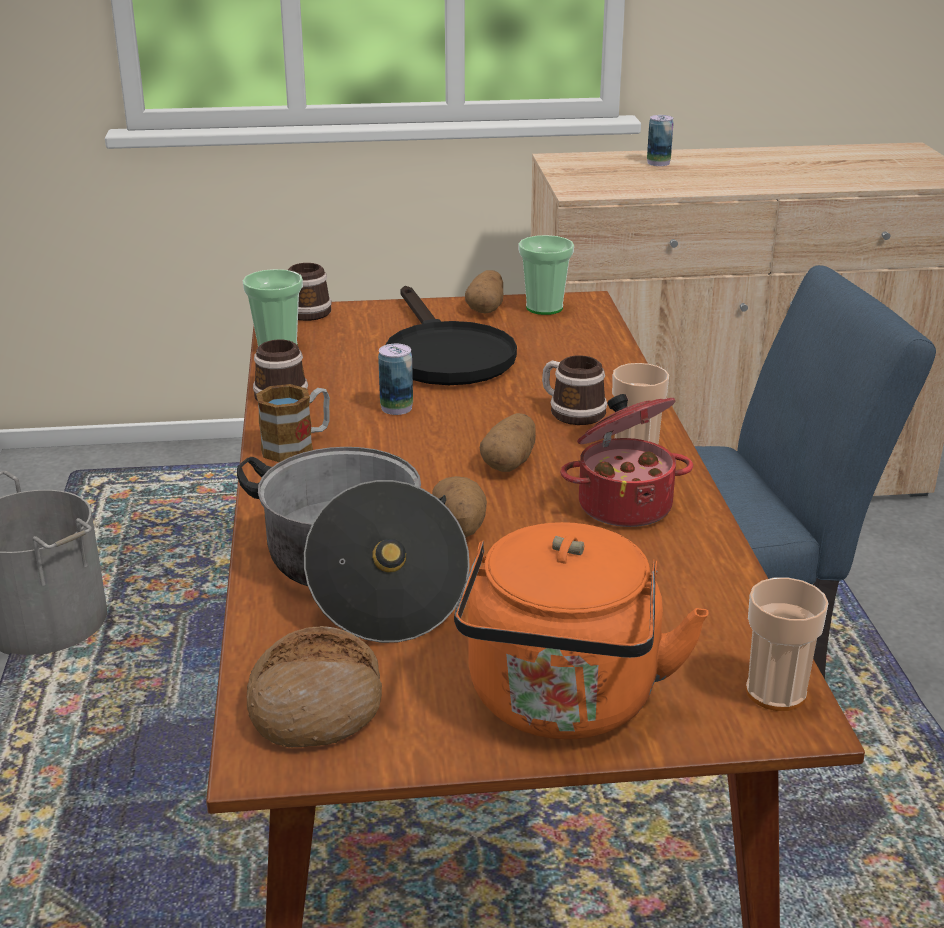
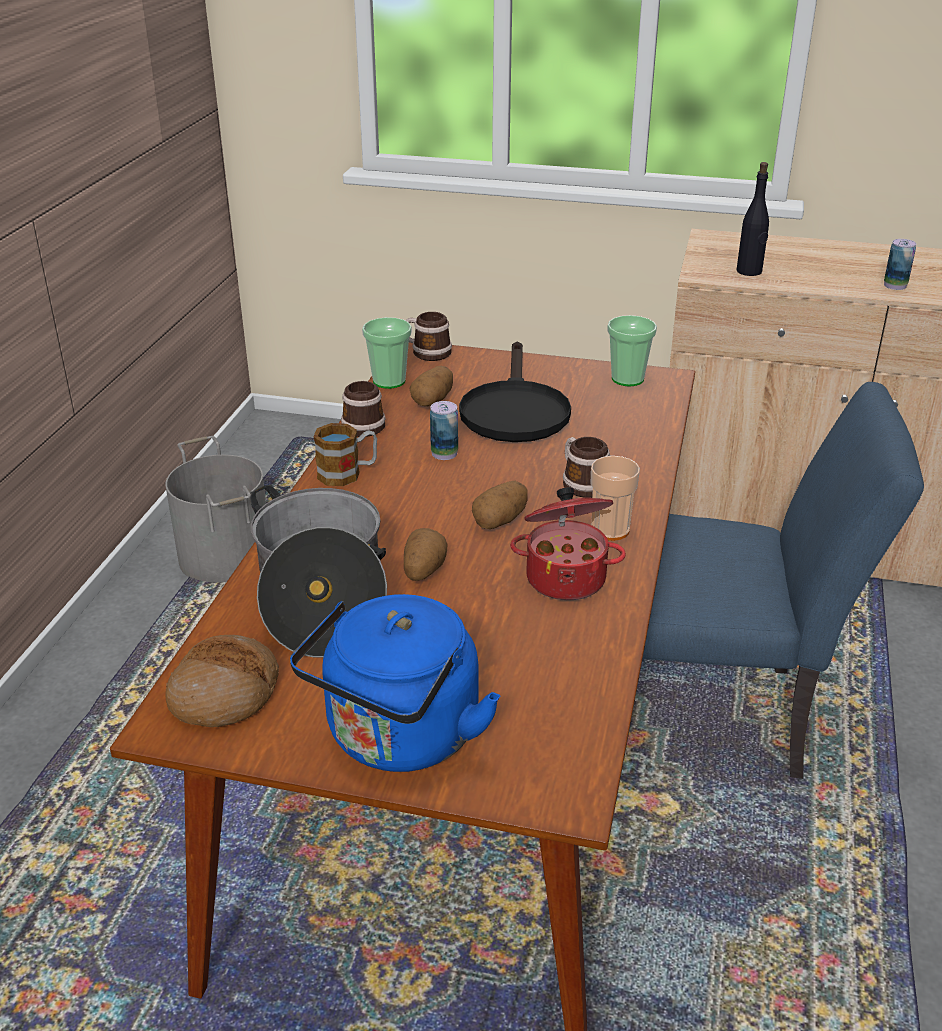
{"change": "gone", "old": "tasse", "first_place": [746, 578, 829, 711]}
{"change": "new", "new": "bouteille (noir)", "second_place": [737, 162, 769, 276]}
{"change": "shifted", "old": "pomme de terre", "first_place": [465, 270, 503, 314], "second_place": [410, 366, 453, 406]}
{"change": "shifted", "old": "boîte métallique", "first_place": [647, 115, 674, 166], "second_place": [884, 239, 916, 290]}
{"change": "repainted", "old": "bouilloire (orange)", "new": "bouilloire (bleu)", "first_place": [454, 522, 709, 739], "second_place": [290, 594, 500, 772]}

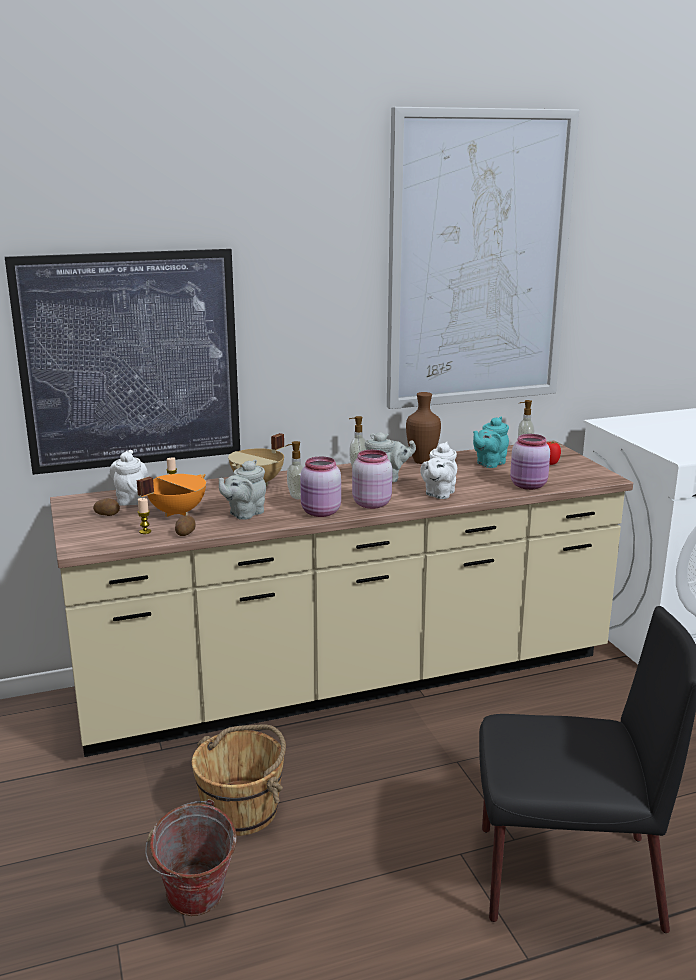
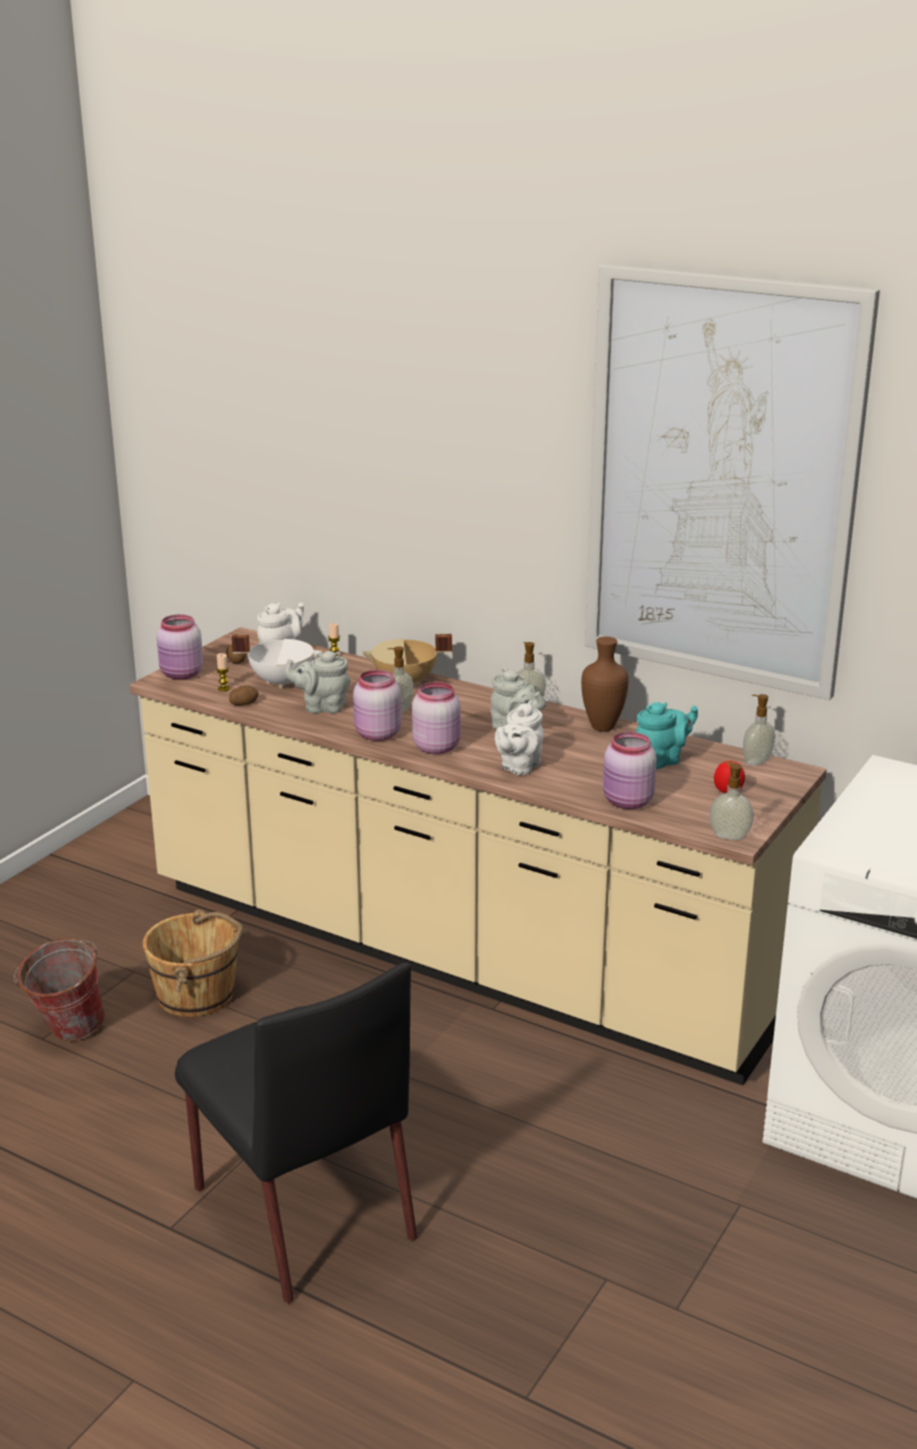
{"change": "gone", "old": "tableau", "first_place": [5, 249, 240, 475]}
{"change": "new", "new": "bocal (rose)", "second_place": [157, 614, 203, 680]}
{"change": "new", "new": "distributeur de savon", "second_place": [709, 764, 754, 840]}
{"change": "repainted", "old": "marmite (orange)", "new": "marmite (blanc)", "first_place": [137, 474, 206, 517], "second_place": [232, 635, 323, 689]}
{"change": "rotated", "old": "théière (blanc)", "first_place": [420, 442, 457, 499], "second_place": [495, 701, 544, 775], "degrees": -45}
{"change": "rotated", "old": "théière (turquoise)", "first_place": [473, 417, 509, 468], "second_place": [636, 702, 698, 769], "degrees": 150}

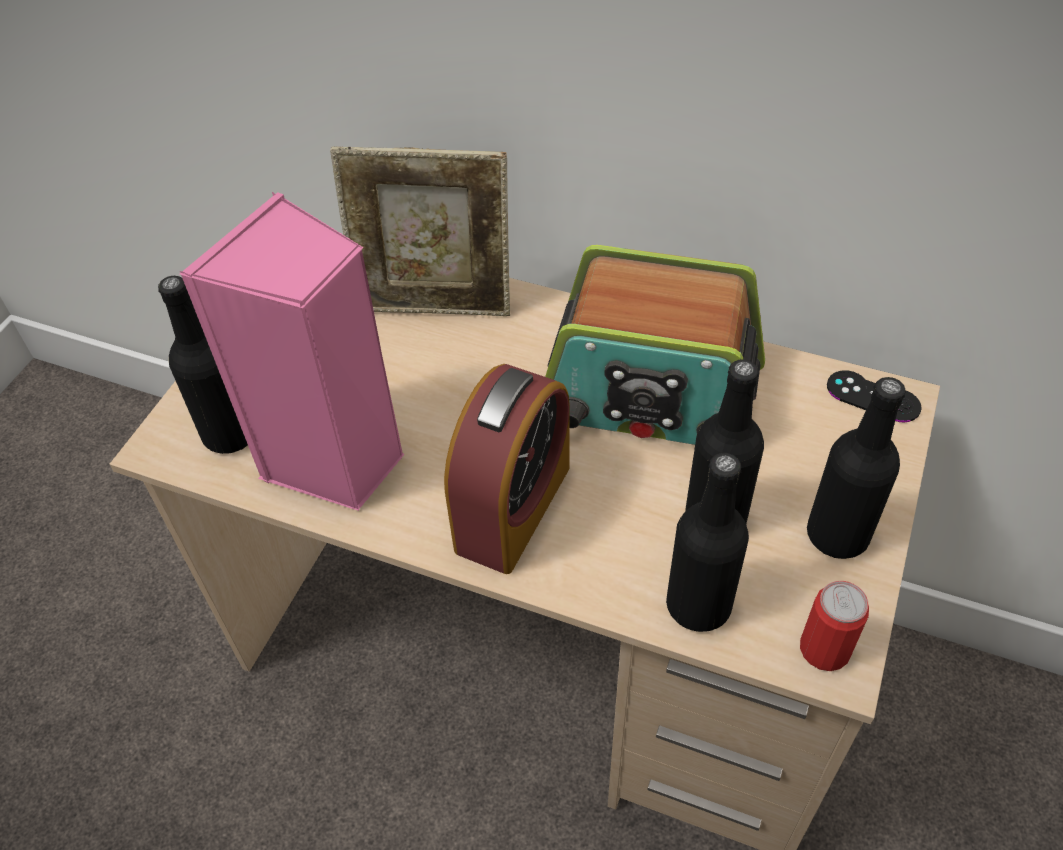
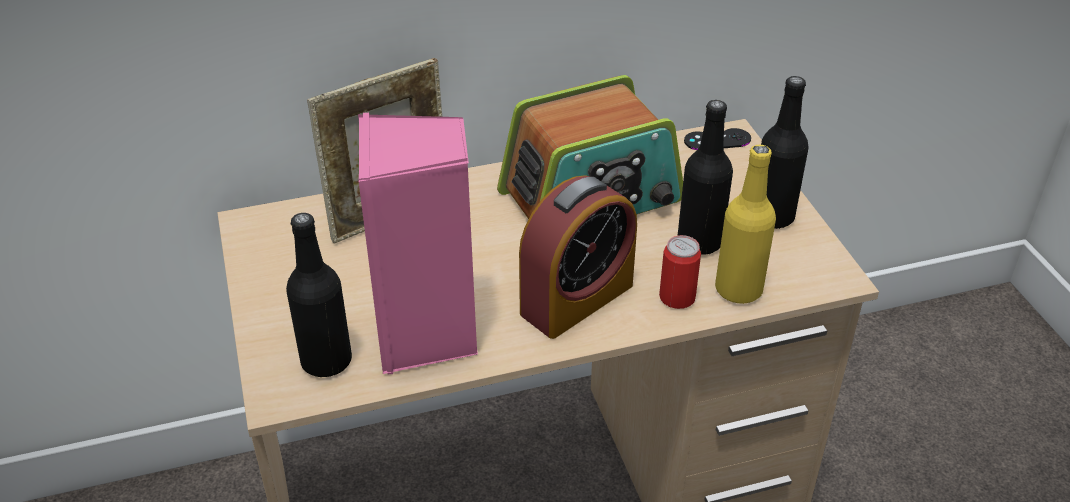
{"change": "shifted", "old": "boîte métallique", "first_place": [800, 581, 869, 671], "second_place": [659, 235, 701, 309]}
{"change": "repainted", "old": "bouteille (noir)", "new": "bouteille (jaune)", "first_place": [666, 453, 749, 632], "second_place": [715, 145, 776, 304]}
{"change": "rotated", "old": "réveil", "first_place": [444, 364, 570, 574], "second_place": [519, 175, 637, 339], "degrees": 60}

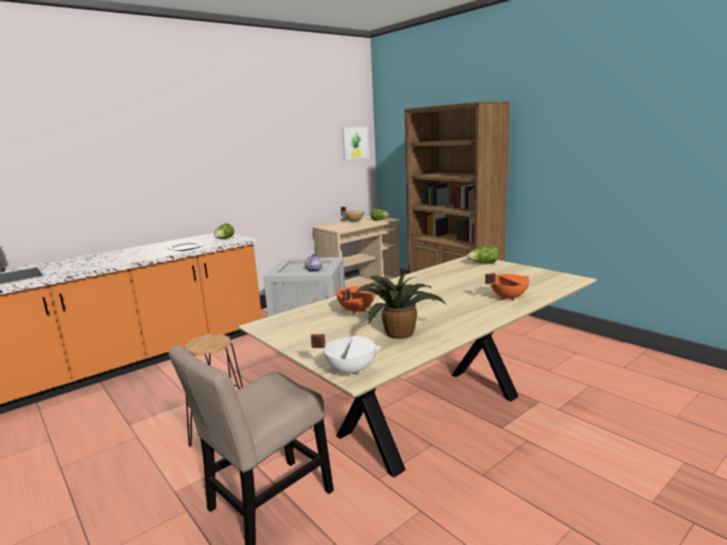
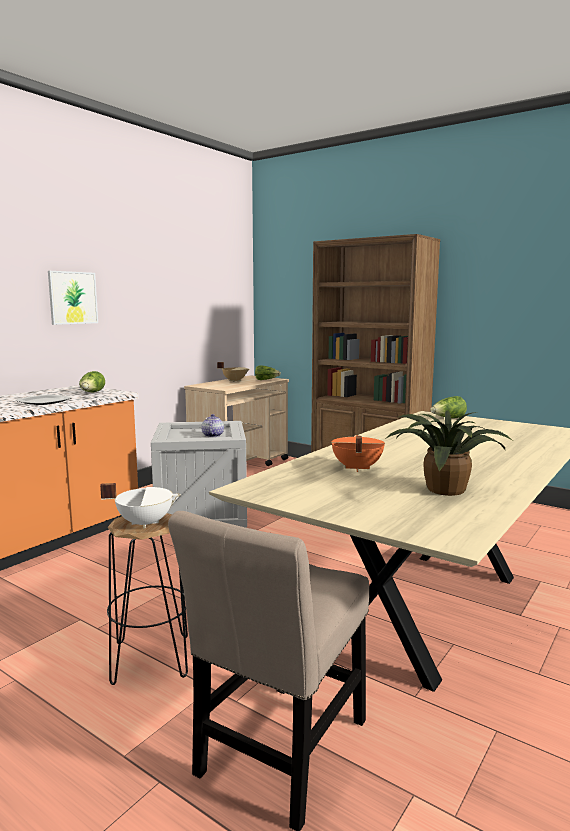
{"change": "gone", "old": "marmite (orange)", "first_place": [485, 273, 530, 301]}
{"change": "shifted", "old": "marmite (blanc)", "first_place": [311, 334, 383, 377], "second_place": [100, 483, 181, 529]}
{"change": "shifted", "old": "tableau", "first_place": [342, 126, 369, 160], "second_place": [48, 271, 98, 325]}

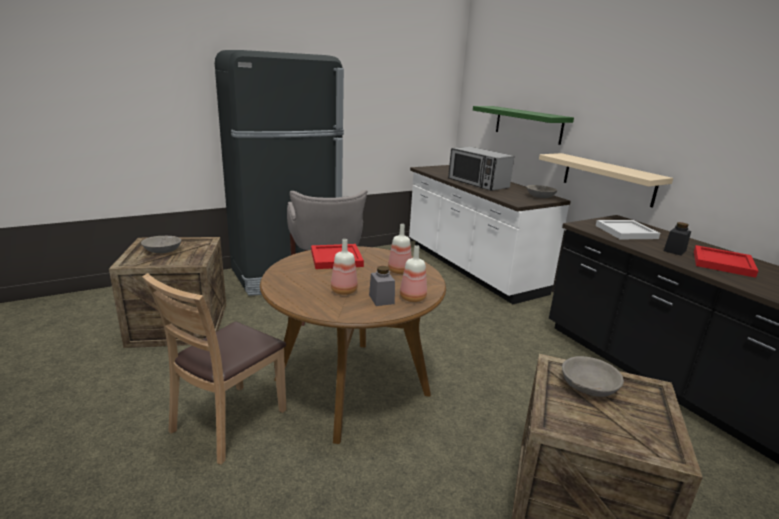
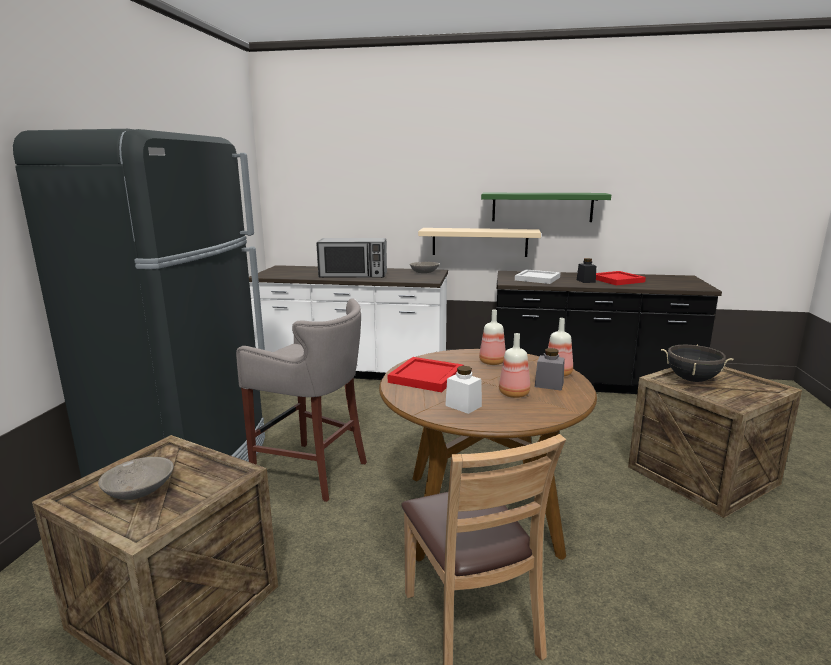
{"change": "new", "new": "bocal (blanc)", "second_place": [445, 366, 482, 414]}
{"change": "shifted", "old": "étagère (vert)", "first_place": [473, 106, 574, 145], "second_place": [481, 193, 611, 222]}
{"change": "swapped", "old": "bol (gris)", "new": "marmite (noir)", "first_place": [562, 356, 624, 397], "second_place": [661, 345, 734, 382]}

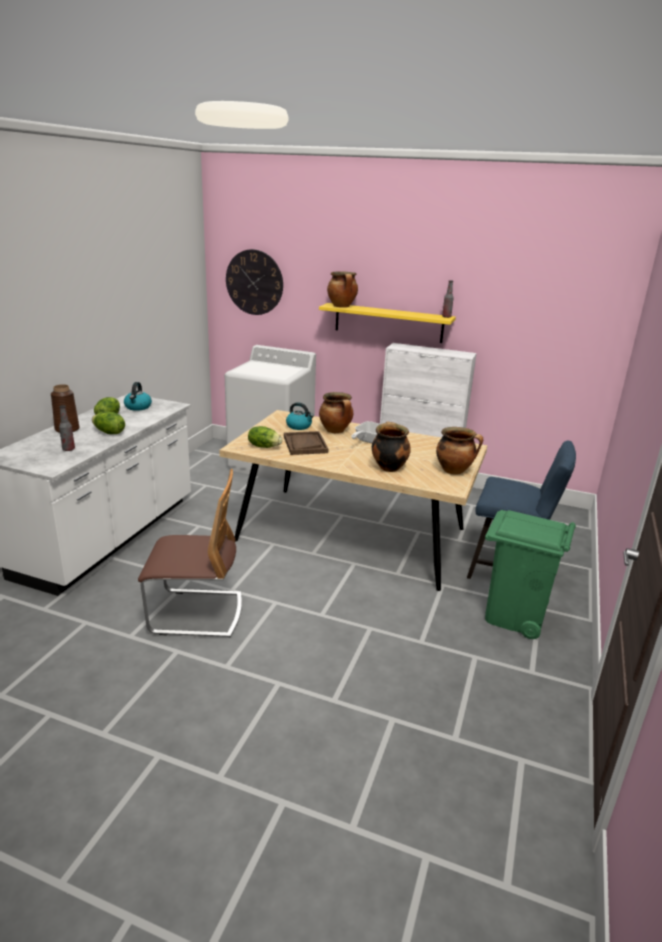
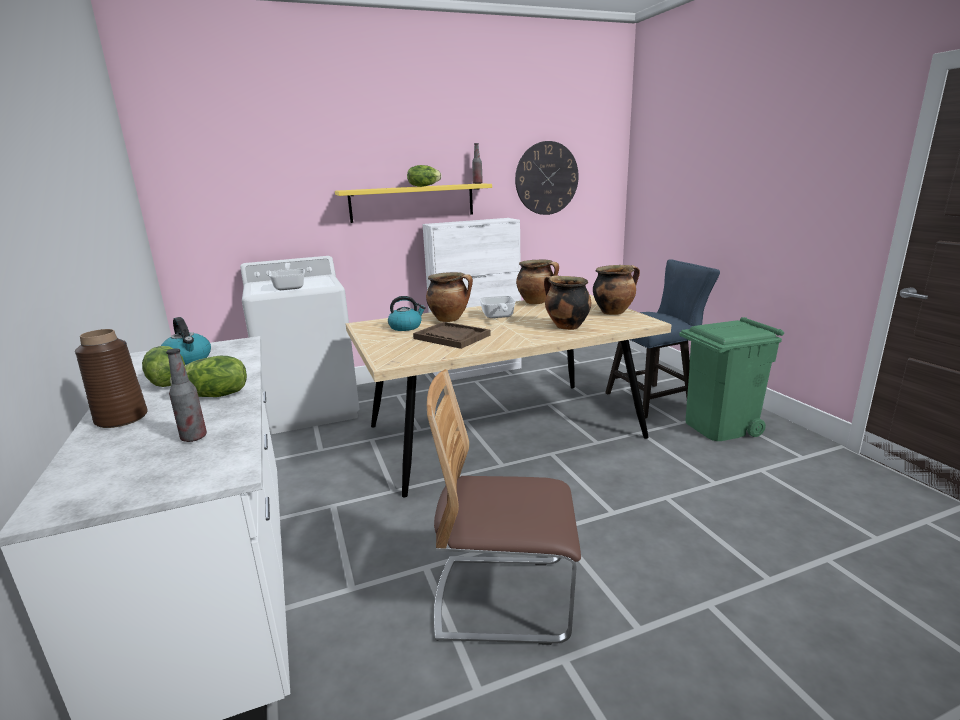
{"change": "new", "new": "poêle", "second_place": [269, 263, 305, 290]}
{"change": "shifted", "old": "horloge murale", "first_place": [226, 249, 283, 315], "second_place": [515, 141, 579, 215]}
{"change": "shifted", "old": "laitue", "first_place": [248, 426, 282, 448], "second_place": [407, 165, 441, 187]}
{"change": "shifted", "old": "marmite", "first_place": [327, 271, 358, 308], "second_place": [516, 260, 559, 304]}
{"change": "rotated", "old": "chaise", "first_place": [138, 469, 242, 638], "second_place": [427, 369, 581, 645], "degrees": -135}

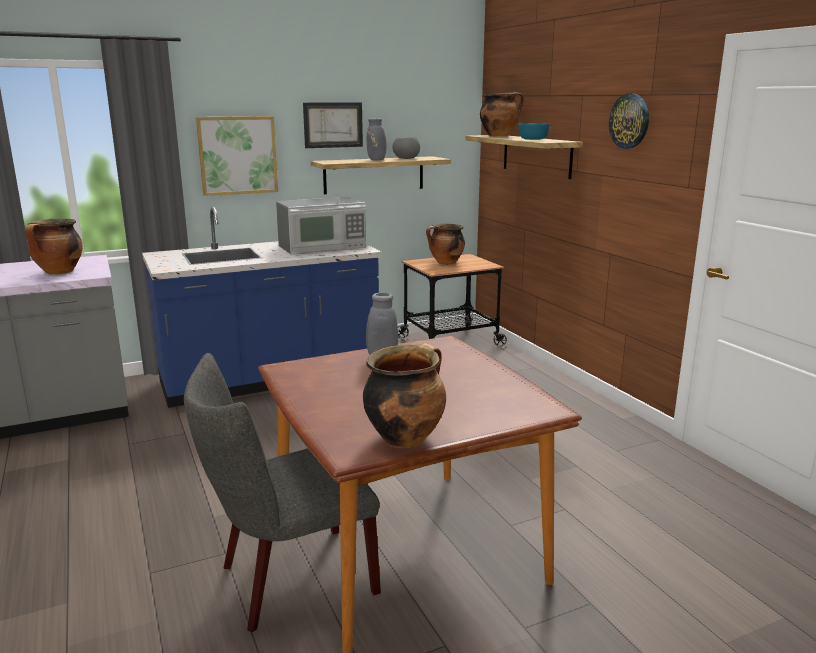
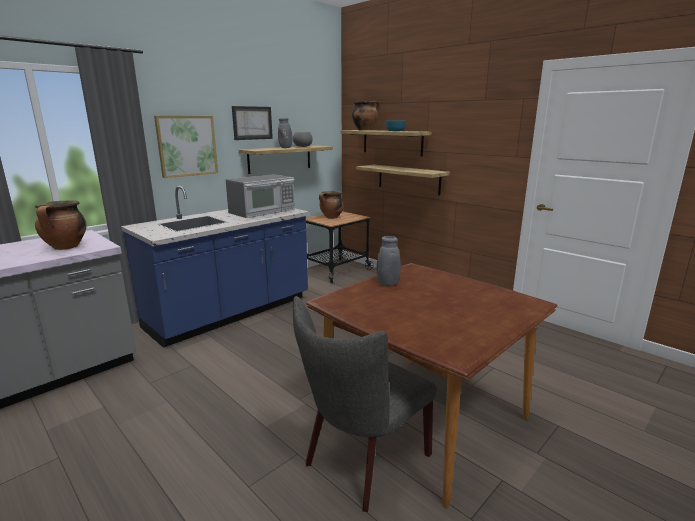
{"change": "gone", "old": "marmite", "first_place": [363, 343, 446, 448]}
{"change": "gone", "old": "horloge murale", "first_place": [609, 94, 649, 149]}
{"change": "new", "new": "étagère", "second_place": [356, 165, 450, 195]}

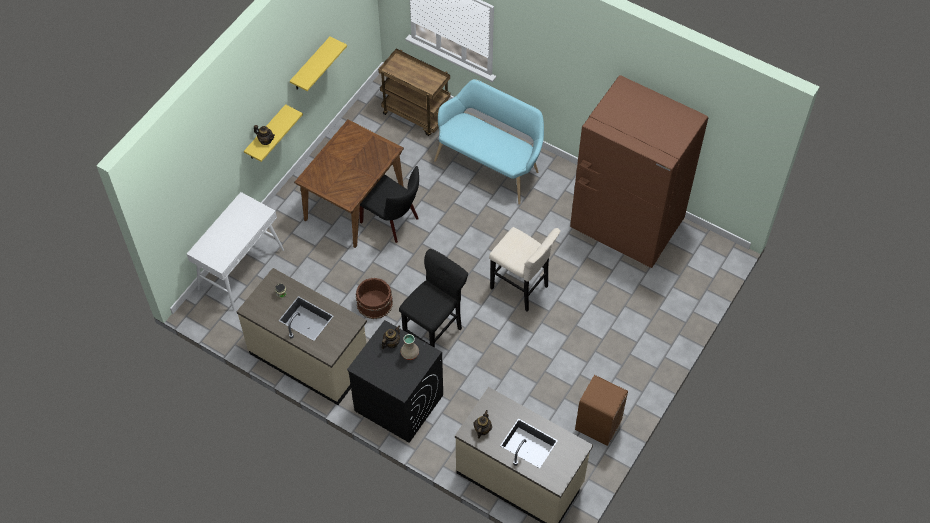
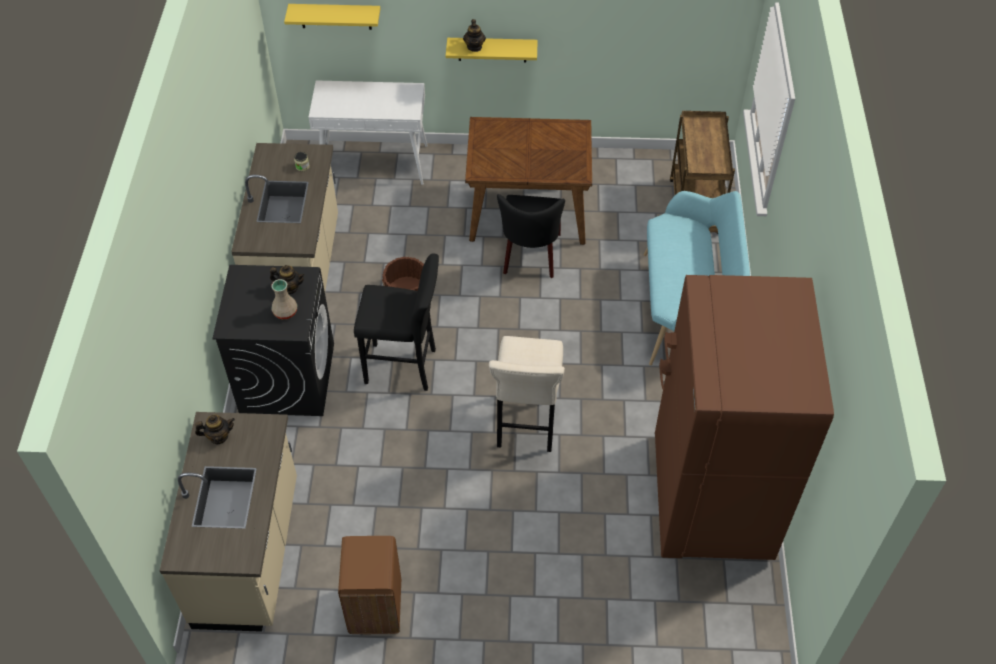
{"change": "shifted", "old": "étagère (jaune)", "first_place": [290, 36, 347, 91], "second_place": [284, 4, 380, 30]}

